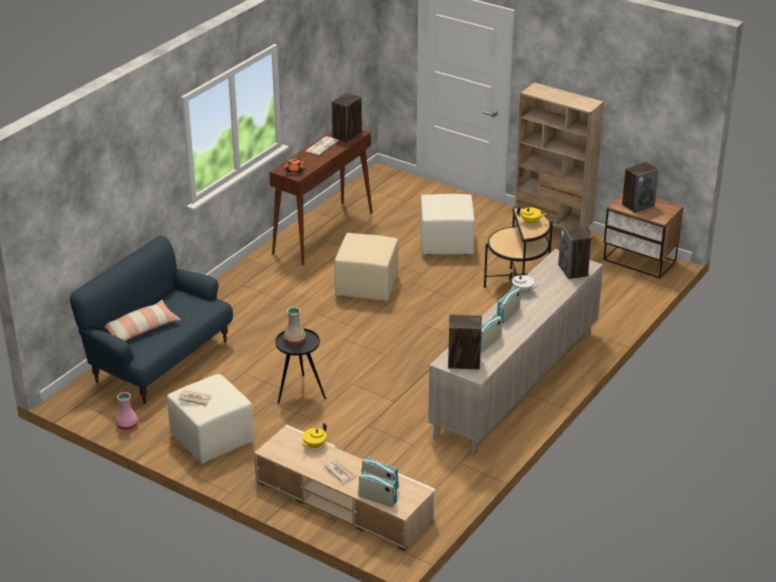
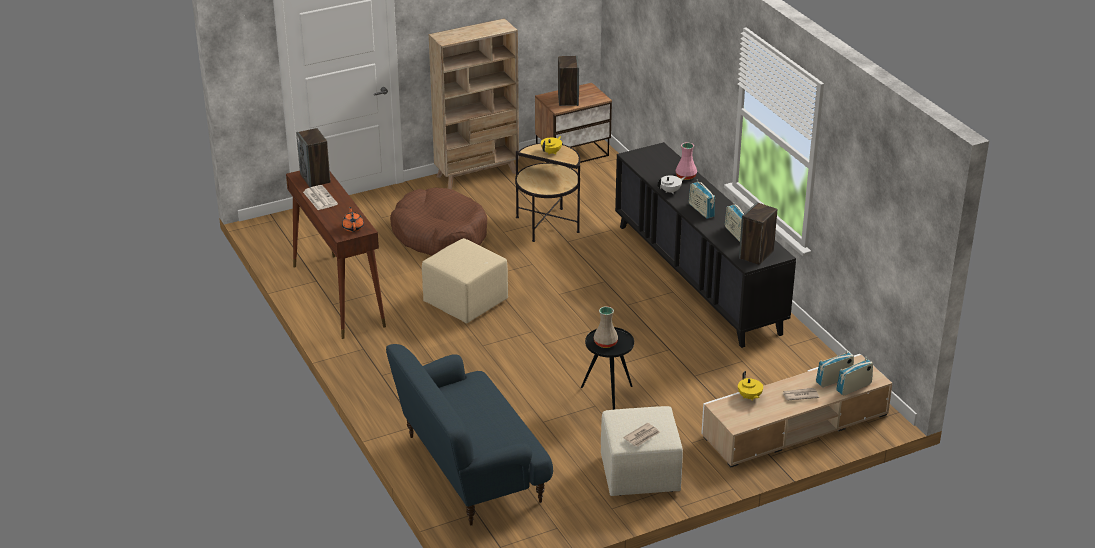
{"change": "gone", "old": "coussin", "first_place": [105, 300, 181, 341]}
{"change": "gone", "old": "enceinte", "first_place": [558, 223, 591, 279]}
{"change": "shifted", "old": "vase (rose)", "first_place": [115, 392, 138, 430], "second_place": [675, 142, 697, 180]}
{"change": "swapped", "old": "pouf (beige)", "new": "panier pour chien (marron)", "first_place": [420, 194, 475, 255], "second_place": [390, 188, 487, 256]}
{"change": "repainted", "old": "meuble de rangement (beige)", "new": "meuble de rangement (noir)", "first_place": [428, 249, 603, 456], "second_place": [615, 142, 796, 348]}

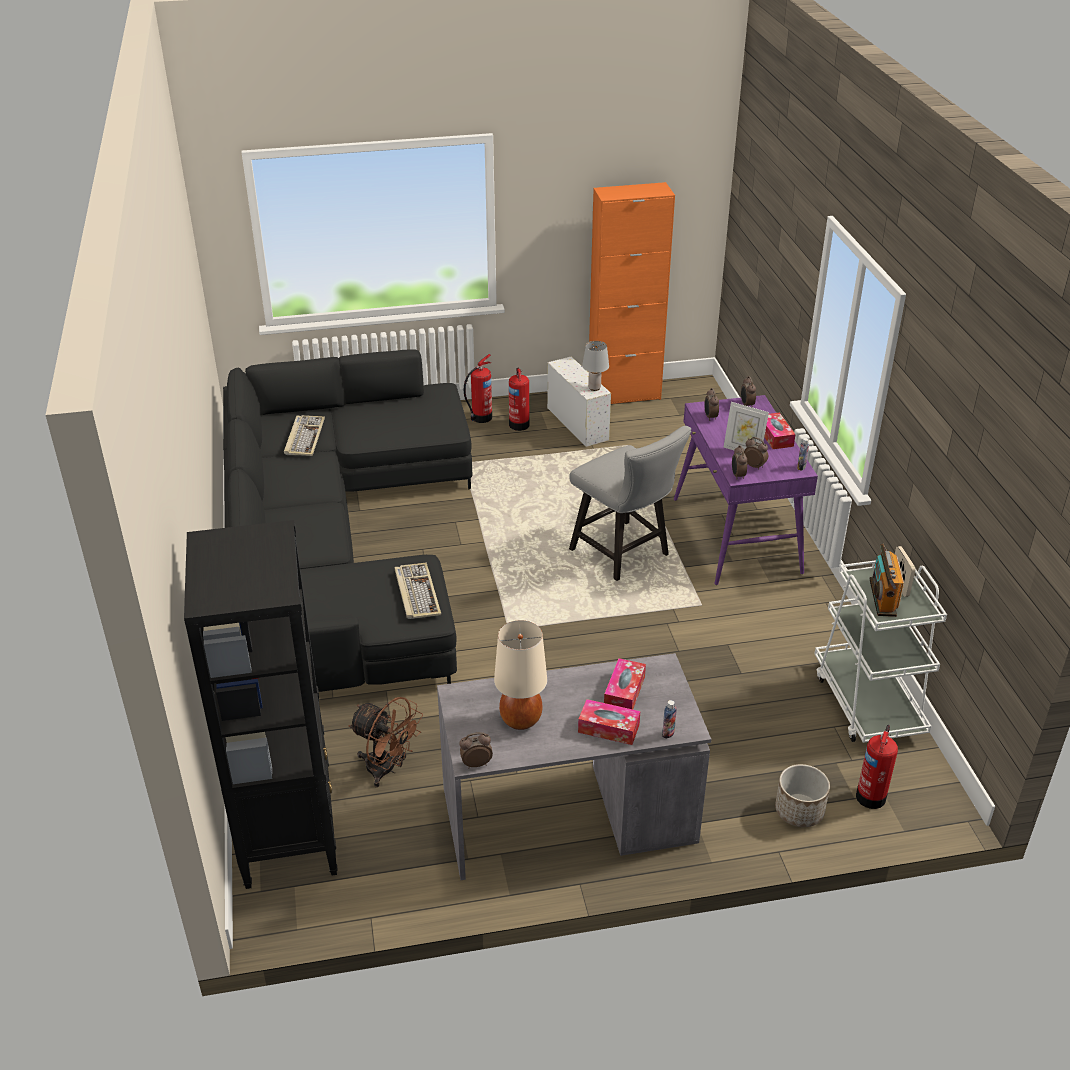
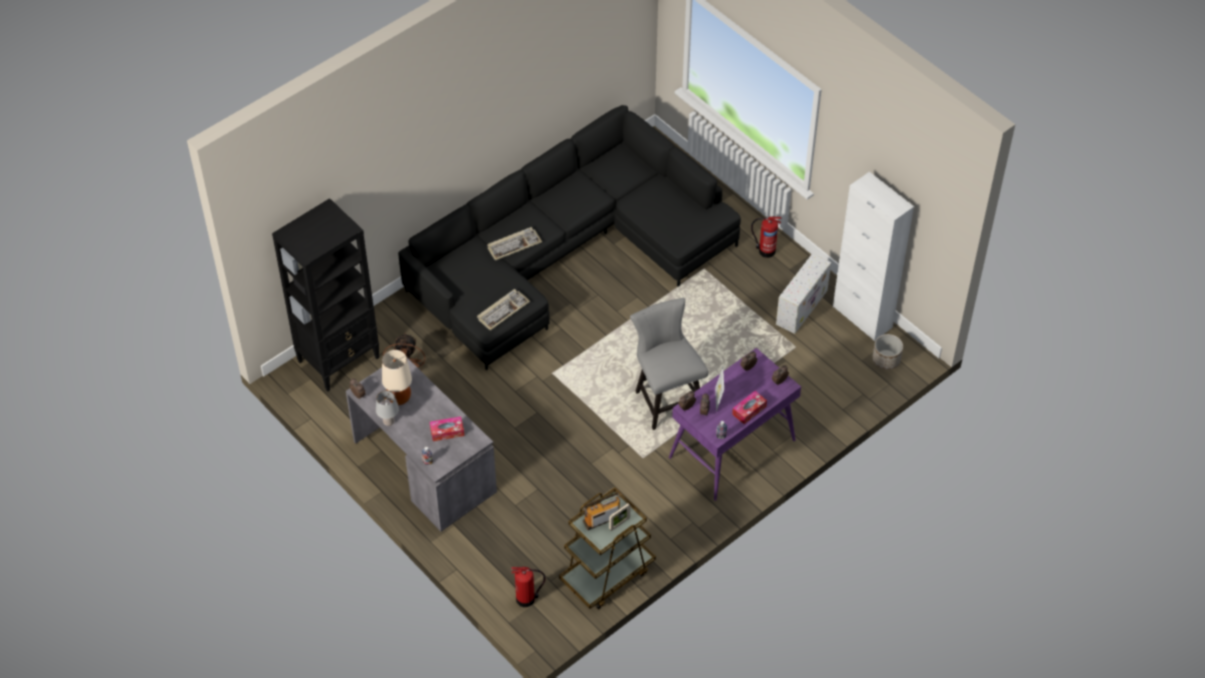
{"change": "gone", "old": "extincteur", "first_place": [509, 368, 530, 431]}
{"change": "gone", "old": "boîte à mouchoirs", "first_place": [578, 699, 640, 745]}
{"change": "shifted", "old": "clavier", "first_place": [284, 415, 325, 456], "second_place": [487, 227, 542, 261]}
{"change": "shifted", "old": "lampe de table (gris)", "first_place": [582, 341, 609, 391], "second_place": [376, 390, 399, 426]}
{"change": "shifted", "old": "cache-pot", "first_place": [775, 764, 830, 827], "second_place": [872, 334, 903, 370]}
{"change": "repainted", "old": "meuble de rangement (orange)", "new": "meuble de rangement (blanc)", "first_place": [589, 182, 675, 404], "second_place": [833, 172, 914, 341]}
{"change": "repainted", "old": "chariot (blanc)", "new": "chariot (marron)", "first_place": [814, 560, 947, 743], "second_place": [559, 488, 656, 609]}
{"change": "rotated", "old": "chaise (gris)", "first_place": [569, 426, 691, 581], "second_place": [630, 298, 708, 430], "degrees": 135}

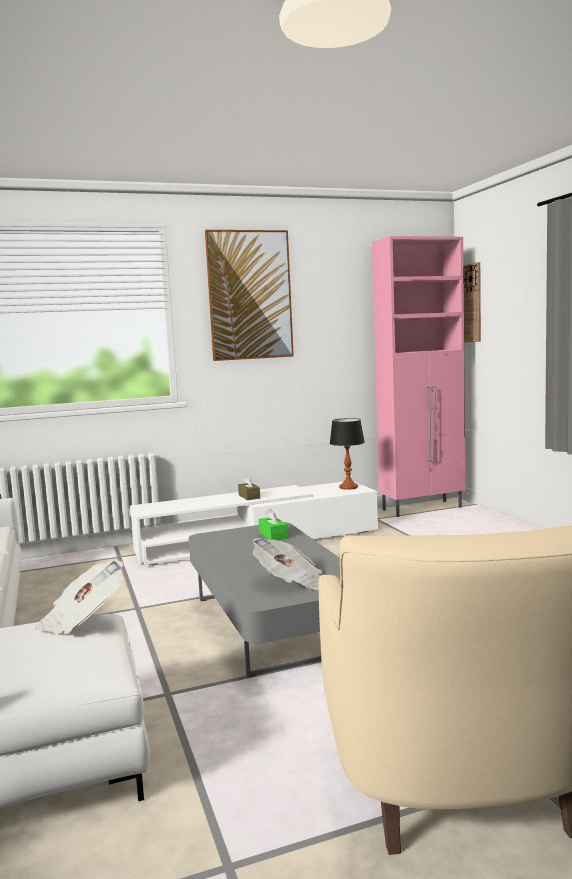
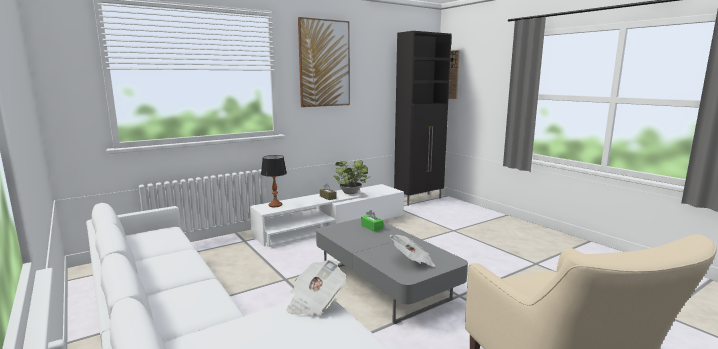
{"change": "new", "new": "plante en pot", "second_place": [334, 160, 370, 194]}
{"change": "shifted", "old": "lampe de table", "first_place": [330, 418, 365, 490], "second_place": [261, 155, 287, 207]}
{"change": "repainted", "old": "meuble de rangement (rose)", "new": "meuble de rangement (noir)", "first_place": [372, 236, 465, 517], "second_place": [394, 31, 452, 206]}

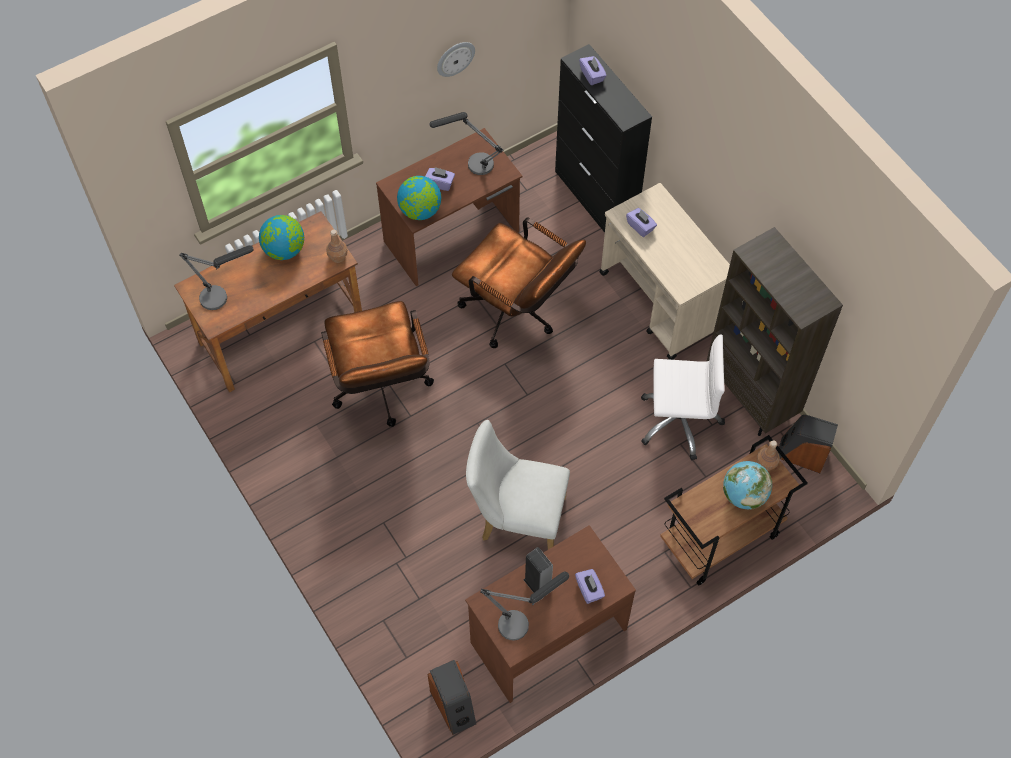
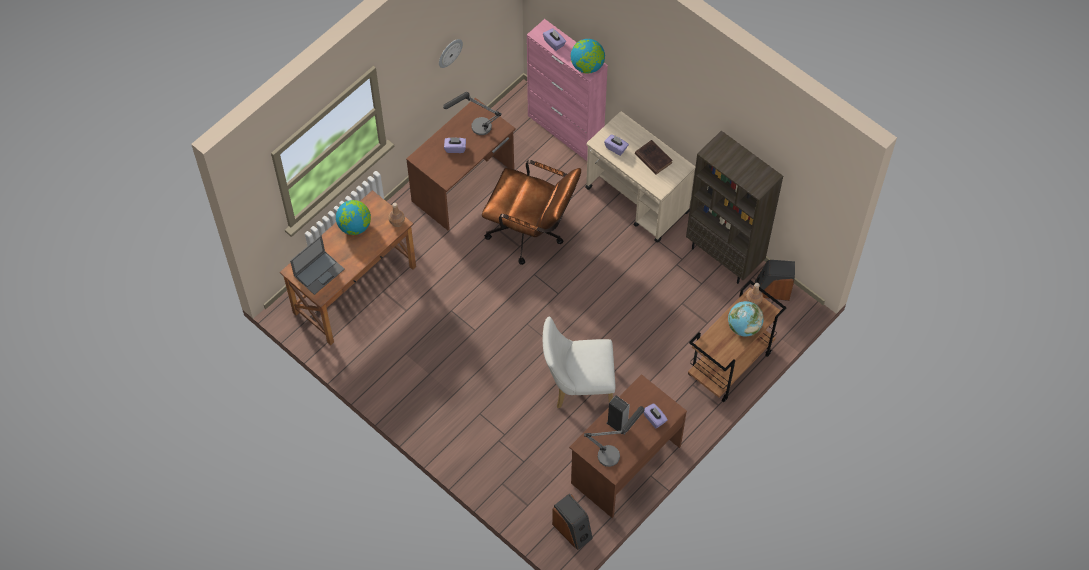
{"change": "gone", "old": "chaise de bureau (marron)", "first_place": [321, 301, 434, 427]}
{"change": "gone", "old": "chaise de bureau (blanc)", "first_place": [641, 334, 725, 460]}
{"change": "new", "new": "livre (marron)", "second_place": [635, 140, 673, 175]}
{"change": "shifted", "old": "globe", "first_place": [397, 176, 441, 220], "second_place": [571, 39, 605, 73]}
{"change": "swapped", "old": "lampe de table", "new": "ordinateur portable", "first_place": [180, 245, 254, 310], "second_place": [290, 236, 345, 295]}
{"change": "repainted", "old": "meuble de rangement (noir)", "new": "meuble de rangement (rose)", "first_place": [555, 44, 652, 233], "second_place": [527, 19, 608, 161]}

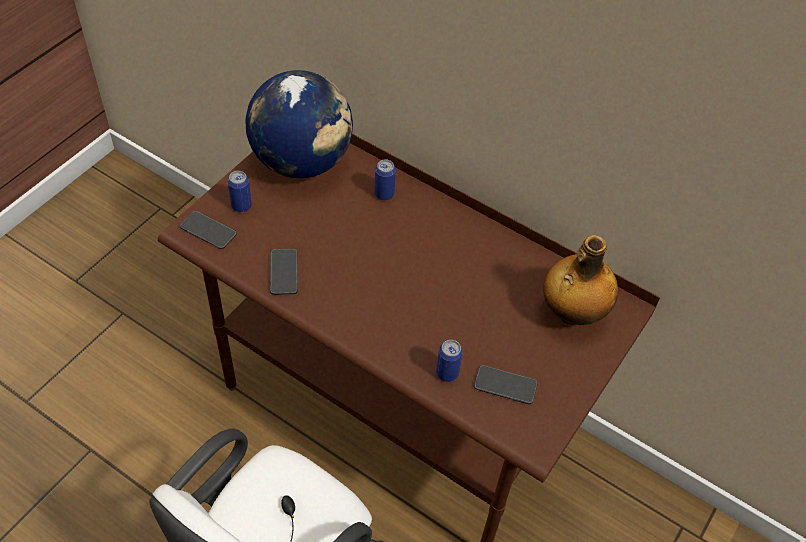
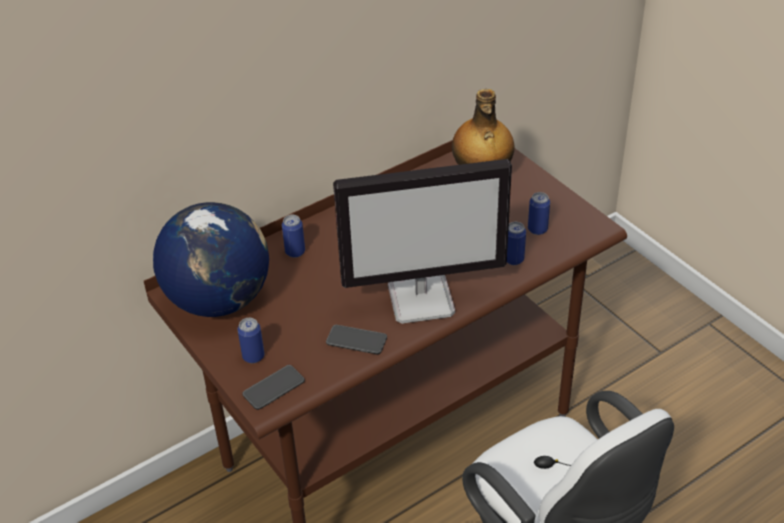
{"change": "new", "new": "écran d'ordinateur", "second_place": [333, 159, 512, 324]}
{"change": "swapped", "old": "téléphone", "new": "boîte métallique", "first_place": [474, 365, 538, 404], "second_place": [528, 192, 550, 235]}

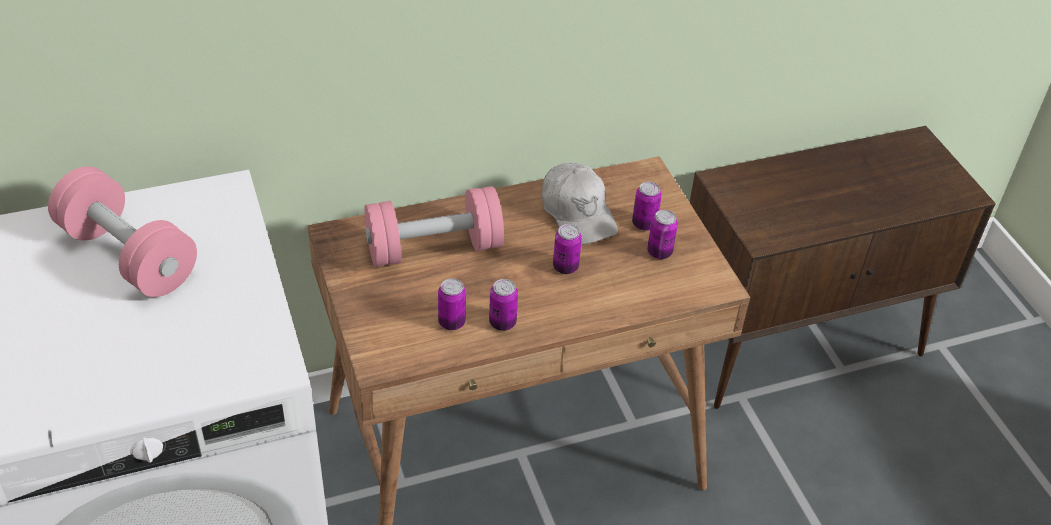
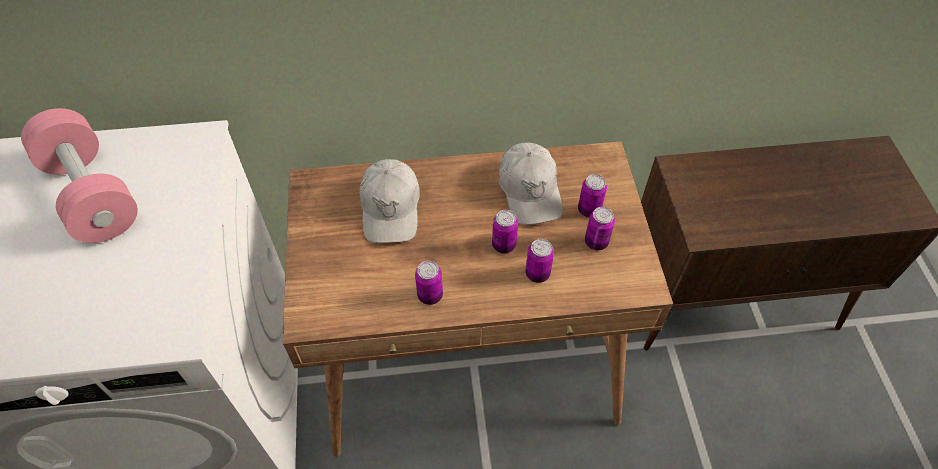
{"change": "shifted", "old": "boîte métallique", "first_place": [438, 278, 466, 330], "second_place": [525, 239, 554, 283]}
{"change": "swapped", "old": "haltère (rose)", "new": "casquette (blanc)", "first_place": [365, 186, 504, 267], "second_place": [359, 159, 420, 243]}

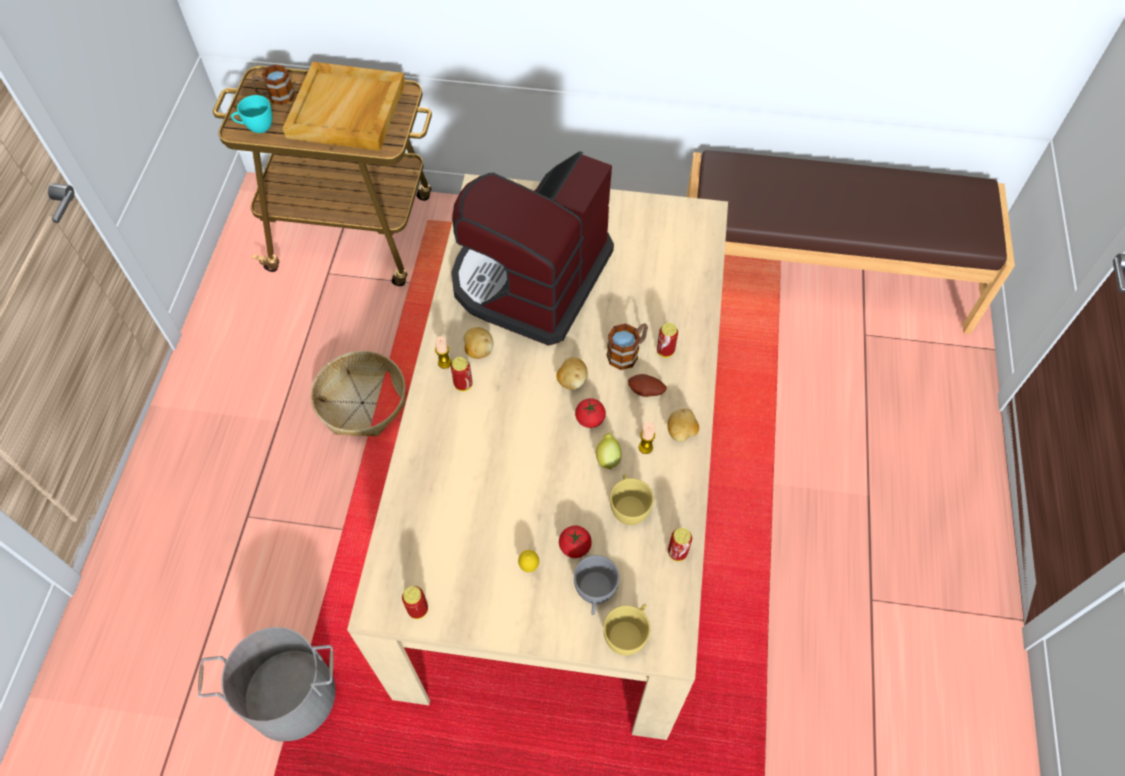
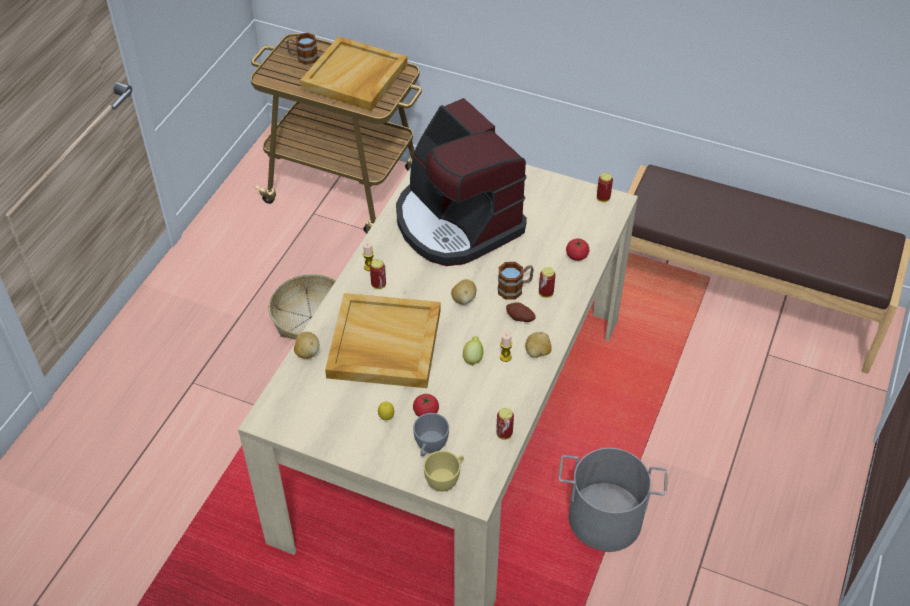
{"change": "gone", "old": "tasse (turquoise)", "first_place": [231, 95, 272, 133]}
{"change": "gone", "old": "tasse (jaune)", "first_place": [610, 473, 654, 525]}
{"change": "new", "new": "plateau (beige)", "second_place": [325, 293, 441, 388]}
{"change": "shifted", "old": "seau (gris)", "first_place": [198, 627, 336, 742], "second_place": [559, 448, 668, 552]}
{"change": "shifted", "old": "boîte métallique", "first_place": [402, 586, 428, 619], "second_place": [597, 173, 613, 202]}
{"change": "shifted", "old": "pomme de terre", "first_place": [464, 327, 494, 359], "second_place": [294, 332, 319, 359]}
{"change": "shifted", "old": "tomate", "first_place": [575, 398, 606, 428], "second_place": [566, 238, 589, 261]}
{"change": "rotated", "old": "machine à café", "first_place": [451, 151, 614, 346], "second_place": [396, 98, 527, 266], "degrees": -75}

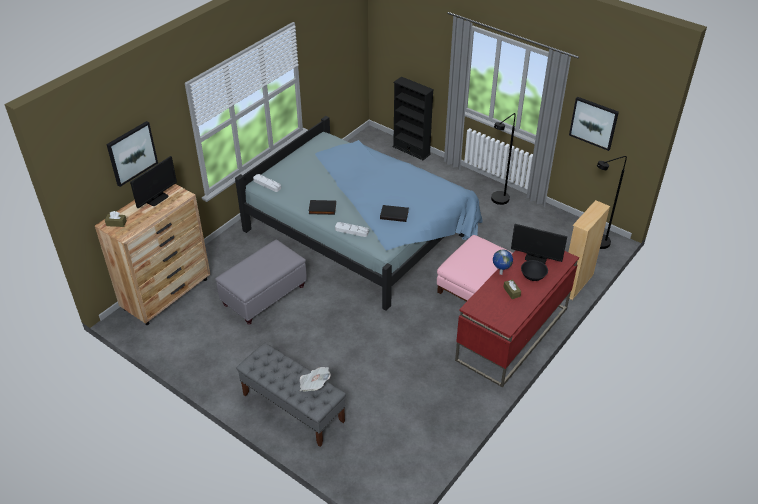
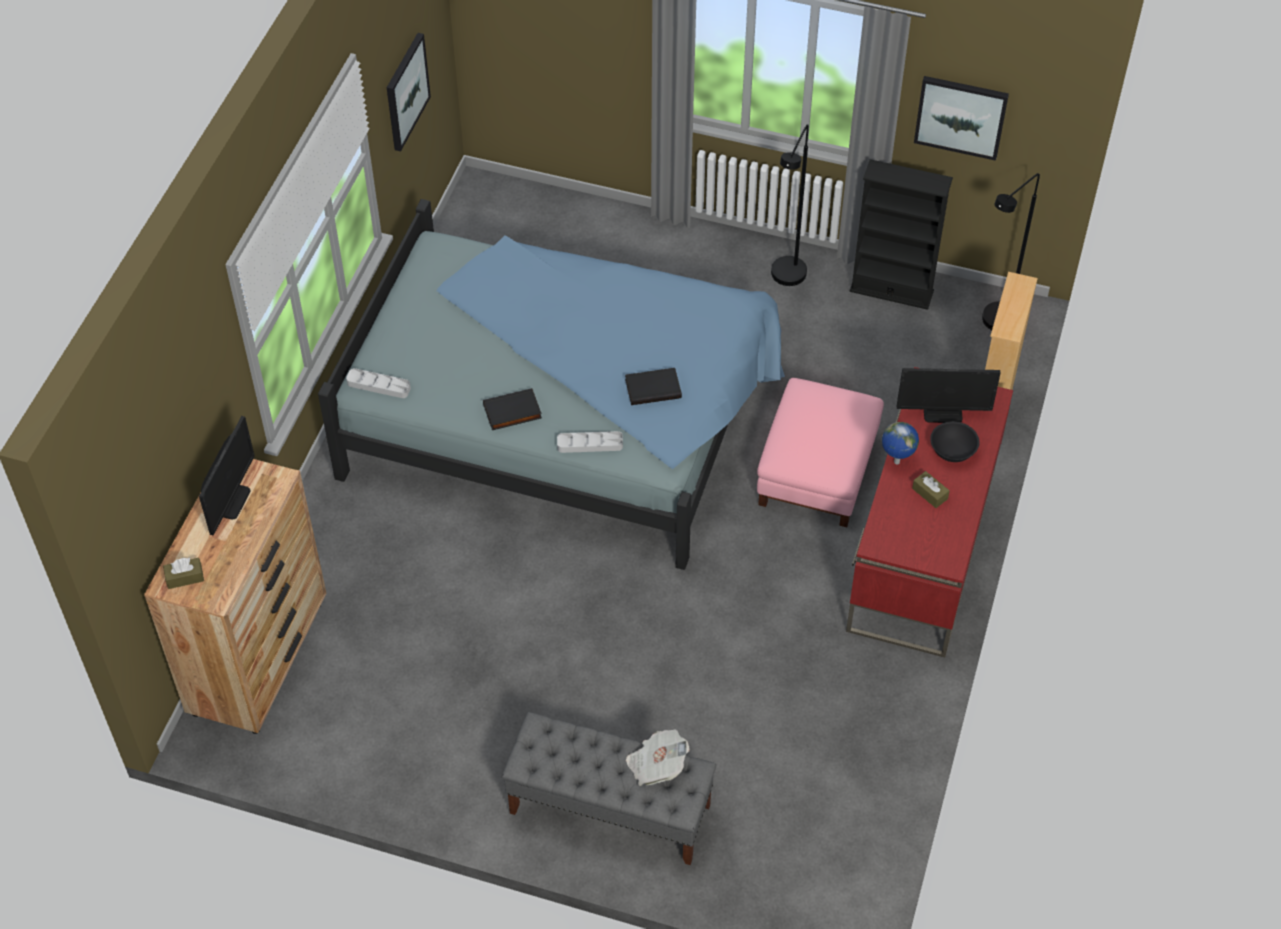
{"change": "gone", "old": "pouf (gris)", "first_place": [215, 240, 307, 325]}
{"change": "shifted", "old": "tableau", "first_place": [106, 121, 158, 187], "second_place": [387, 33, 431, 151]}
{"change": "shifted", "old": "bibliothèque (noir)", "first_place": [392, 77, 434, 160], "second_place": [850, 159, 953, 310]}

